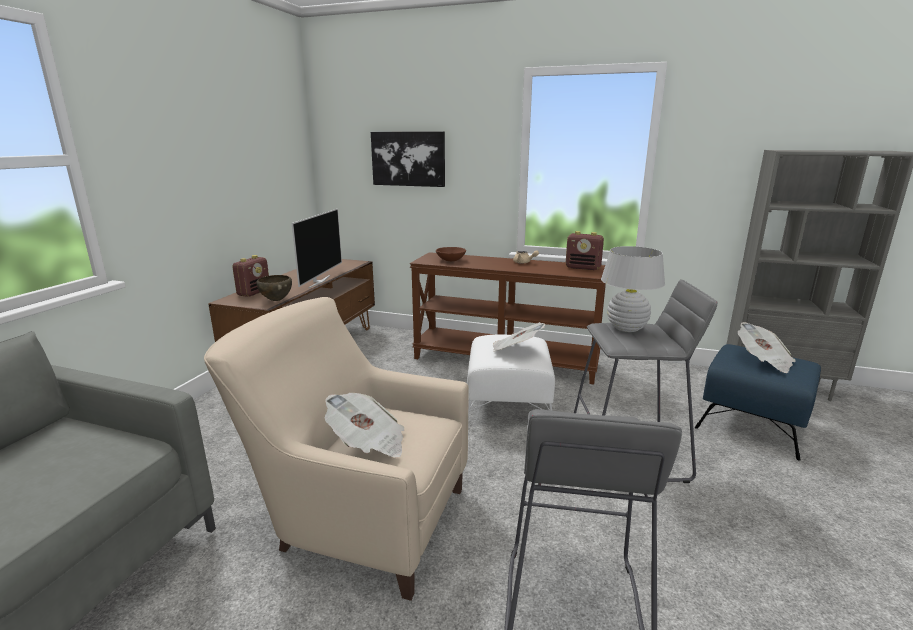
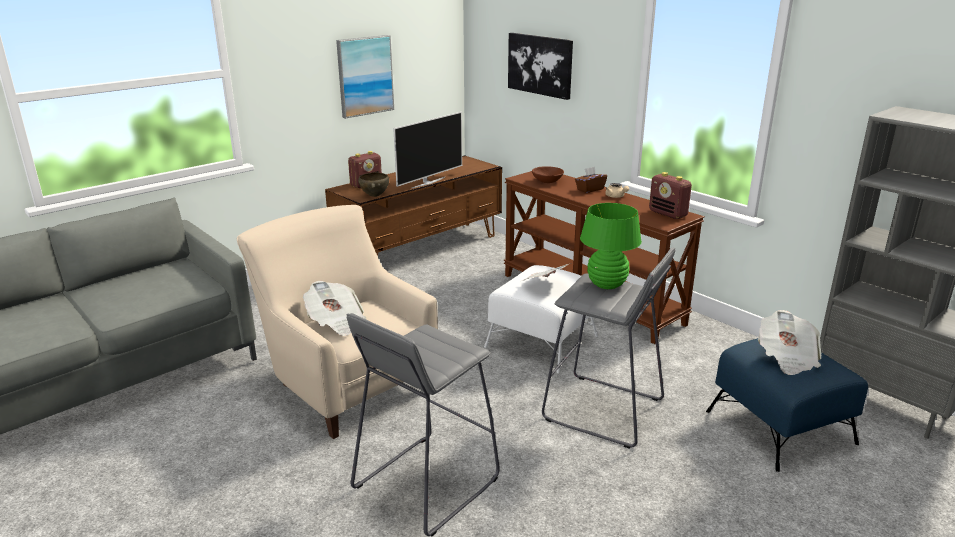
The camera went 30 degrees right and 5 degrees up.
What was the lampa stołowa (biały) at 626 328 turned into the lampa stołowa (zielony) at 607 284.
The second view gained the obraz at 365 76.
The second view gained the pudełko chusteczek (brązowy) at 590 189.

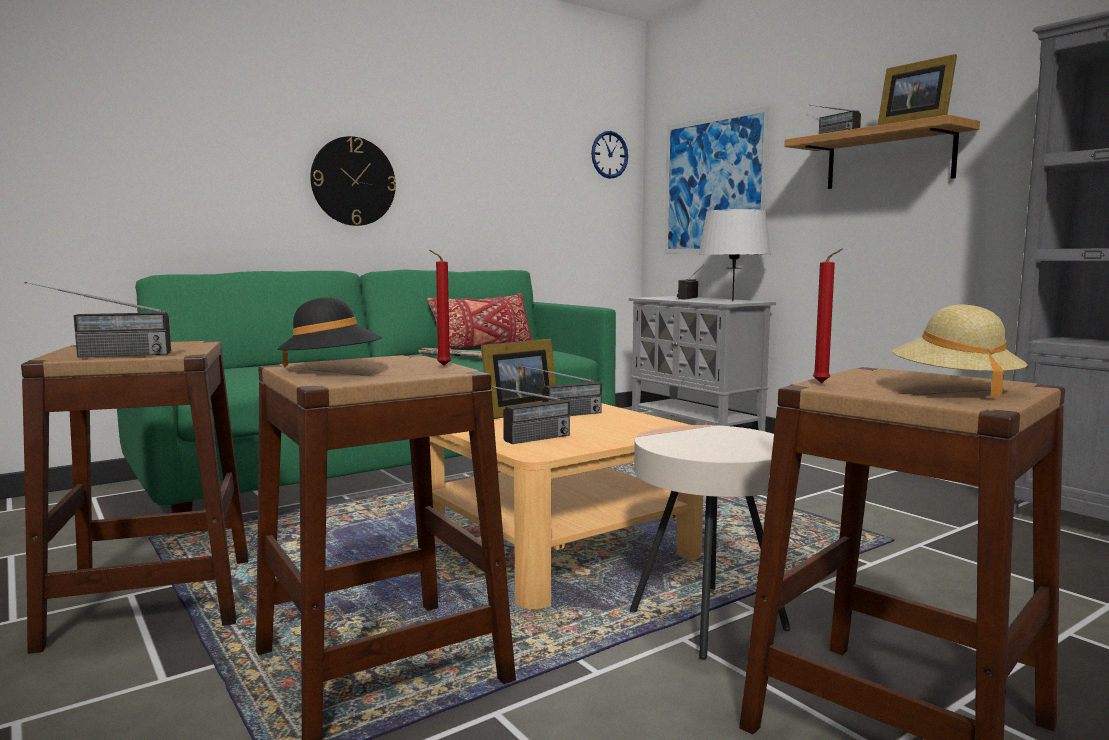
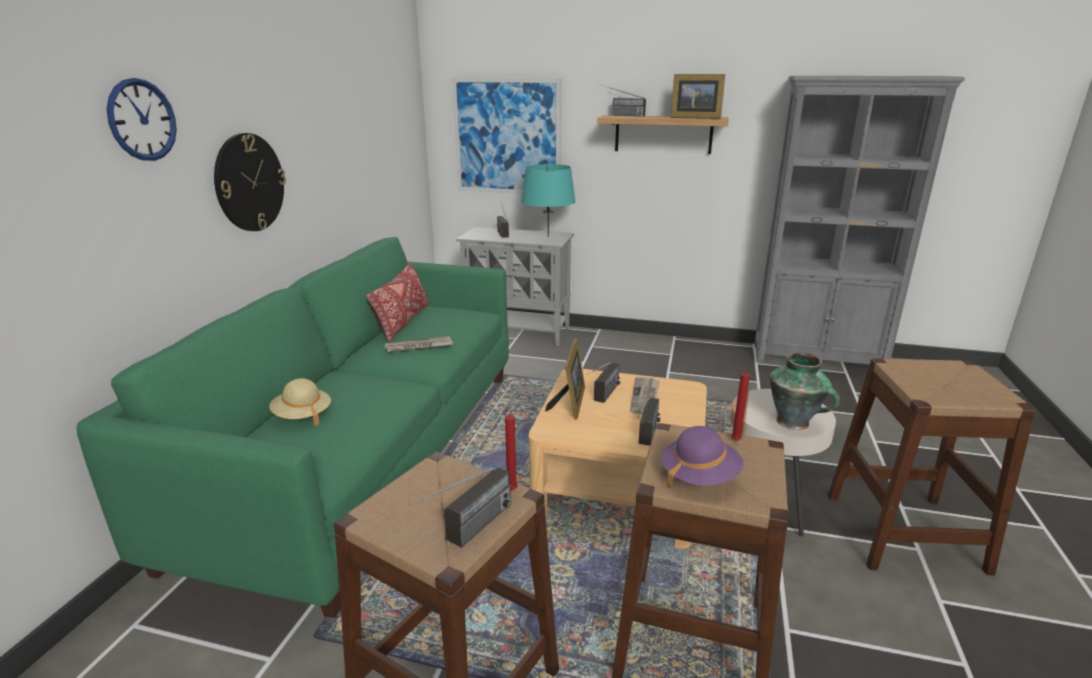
The camera went 40 degrees left and 15 degrees up.
The zegar ścienny ended up elsewhere, having gone from 609 154 to 142 120.
What was the lampa stołowa (szary) at 732 301 turned into the lampa stołowa (turkusowy) at 548 236.
The świeca (czerwony) ended up elsewhere, having gone from 824 383 to 513 489.
What was the kapelusz (czarny) at 332 368 turned into the kapelusz (fioletowy) at 699 476.
The kapelusz (beżowy) ended up elsewhere, having gone from 954 387 to 302 415.
The second view gained the wazon at 794 423.
The second view gained the gazeta at 645 397.

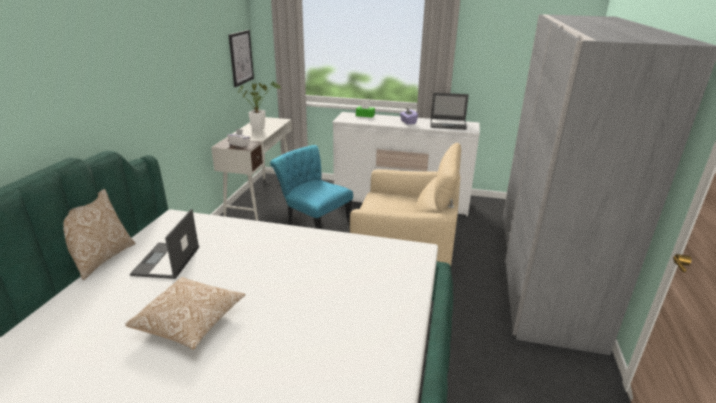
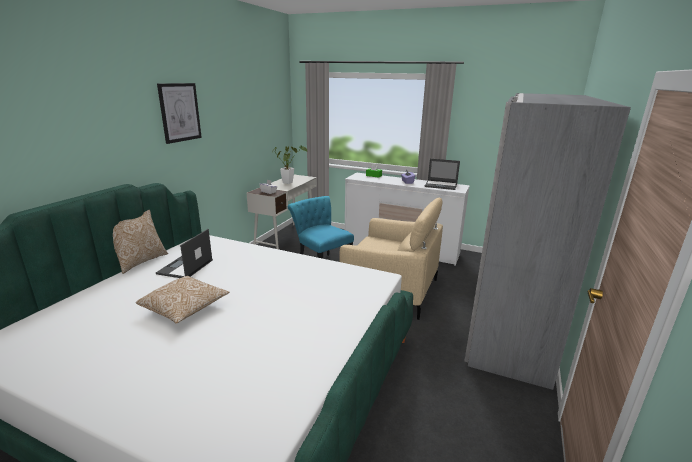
The camera went 10 degrees right and 5 degrees down.
The obraz ended up elsewhere, having gone from 241 58 to 180 112.

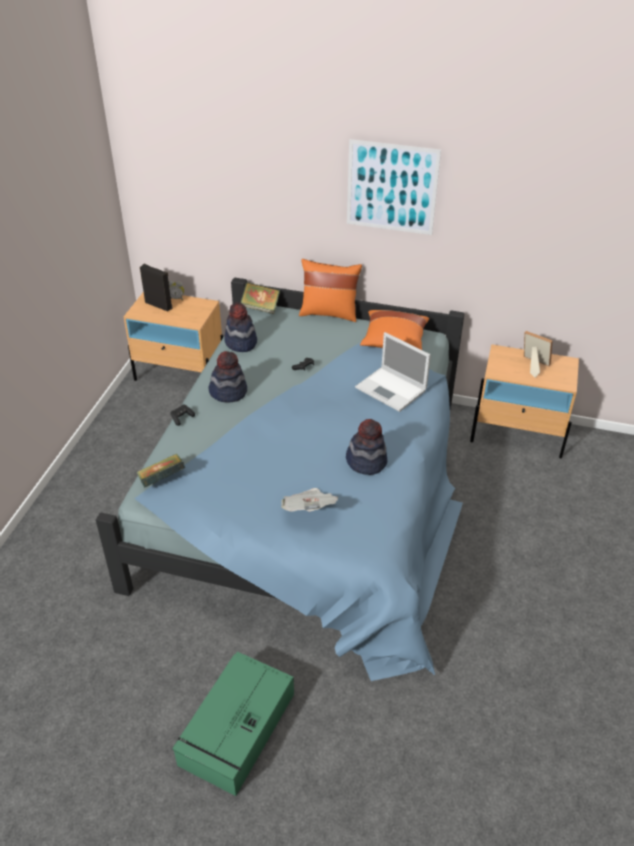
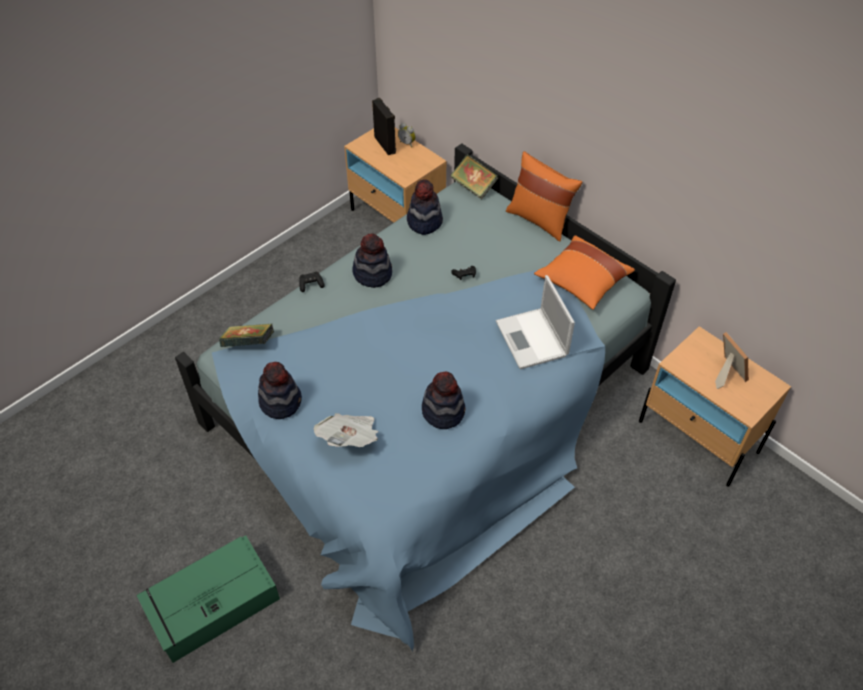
The camera went 30 degrees right and 10 degrees up.
The second view lost the obraz at 391 188.
The second view gained the kapelusz at 281 401.

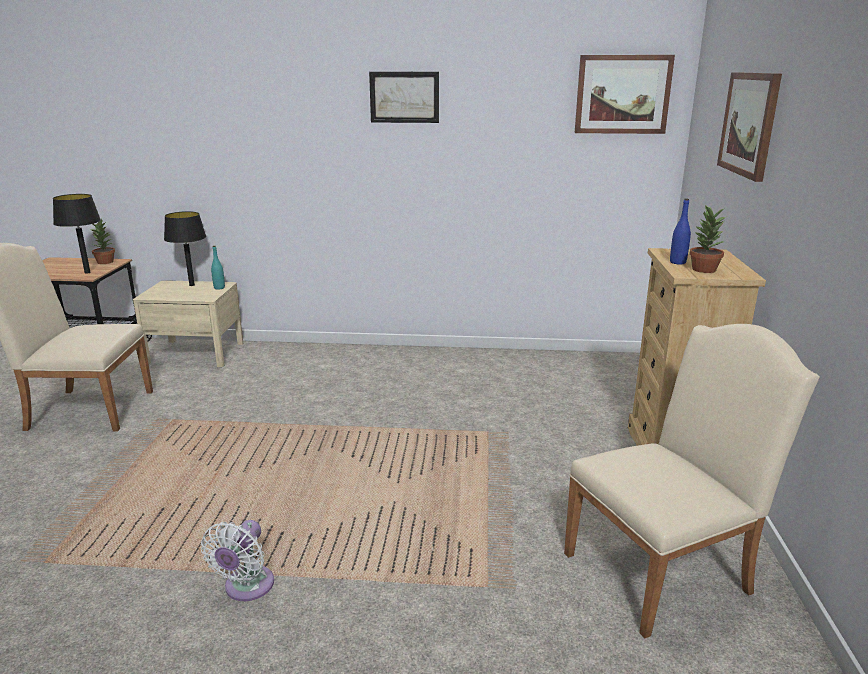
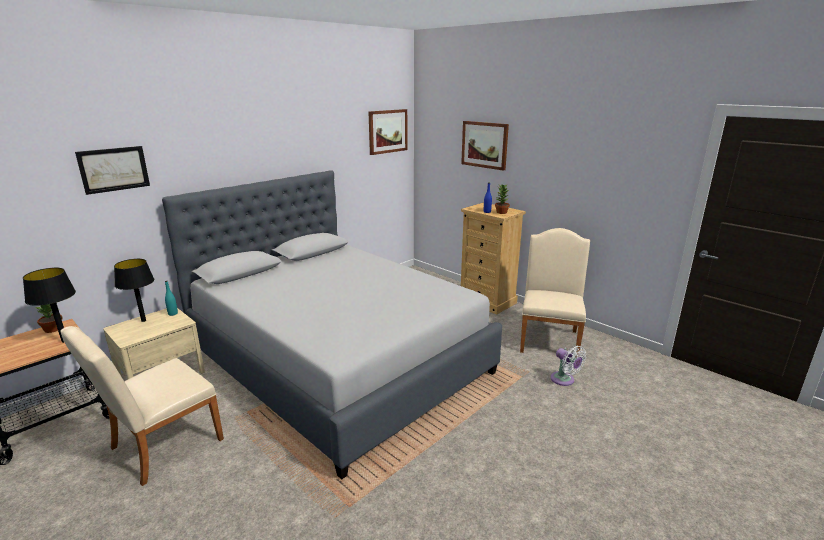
The camera went 50 degrees left and 0 degrees up.
The obraz ended up elsewhere, having gone from 404 97 to 114 169.
The wentylator (biały) ended up elsewhere, having gone from 246 588 to 564 380.
The second view gained the łóżko (szary) at 338 360.

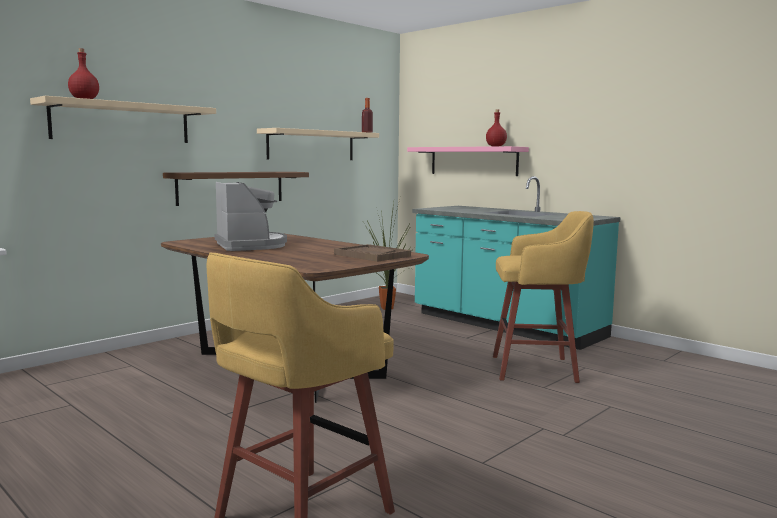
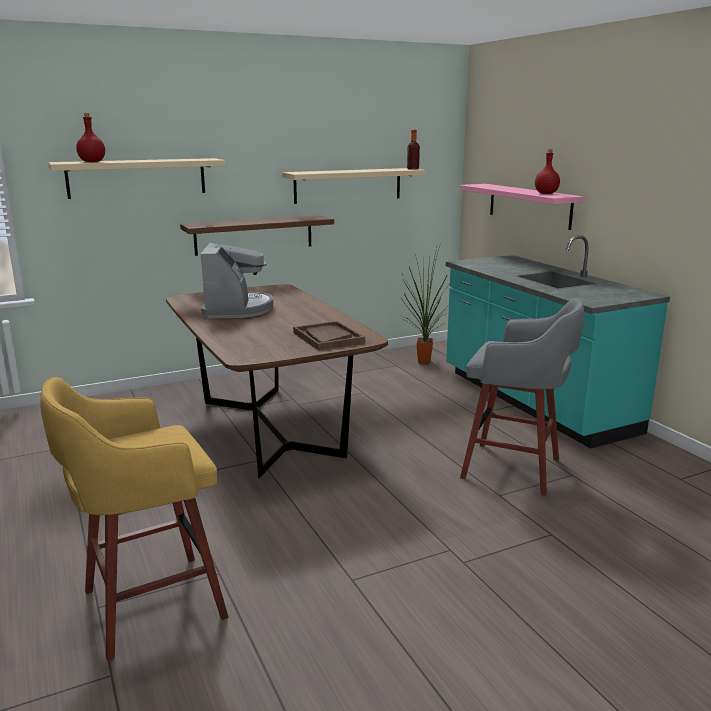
The camera went 20 degrees right and 10 degrees up.
What was the stołek (żółty) at 537 369 turned into the stołek (szary) at 514 469.

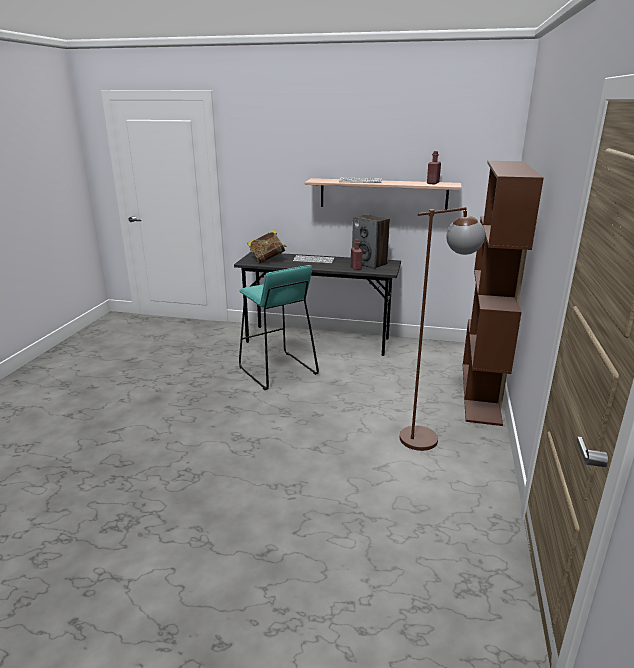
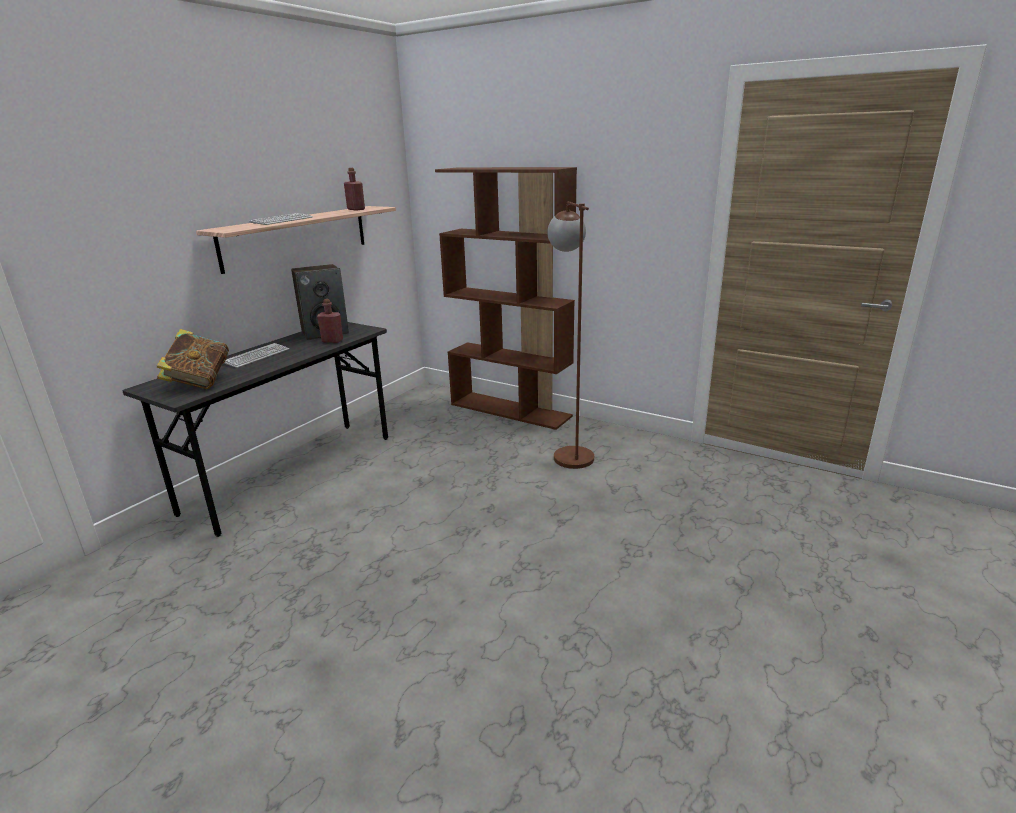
The camera went 70 degrees left and 0 degrees up.
The second view lost the stołek (turkusowy) at 277 371.

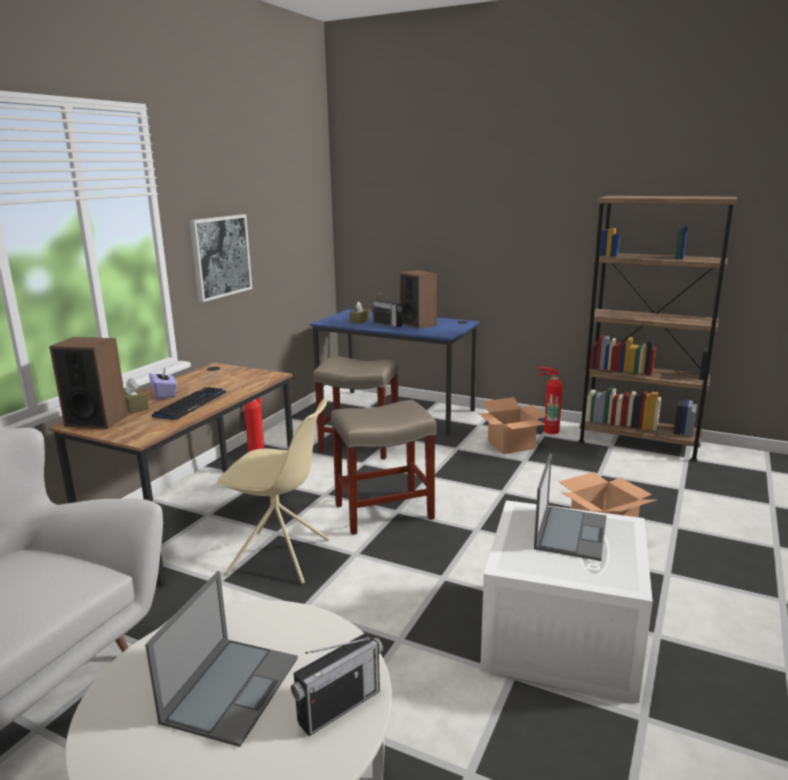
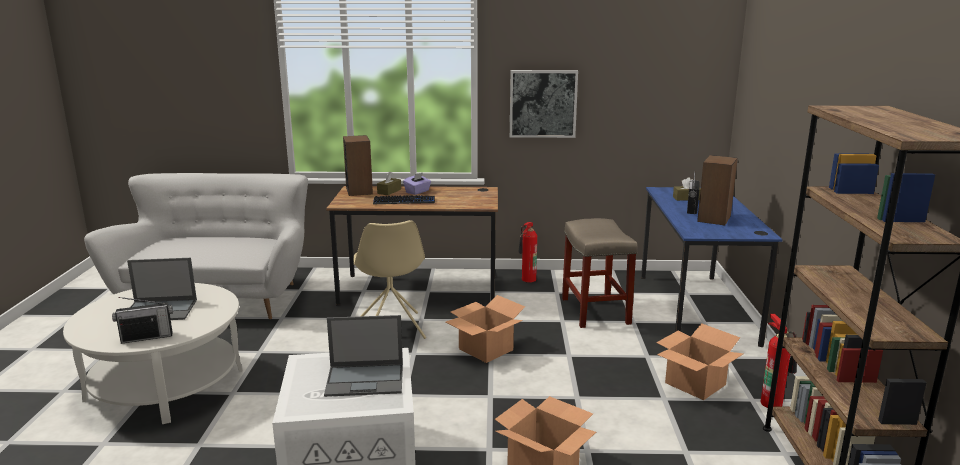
The camera went 65 degrees right and 0 degrees up.
Where the stołek (beżowy) stood at 385 511, the karton came to stand at 486 349.
The radio at 339 706 ended up facing another way, 45 degrees counterclockwise from before.

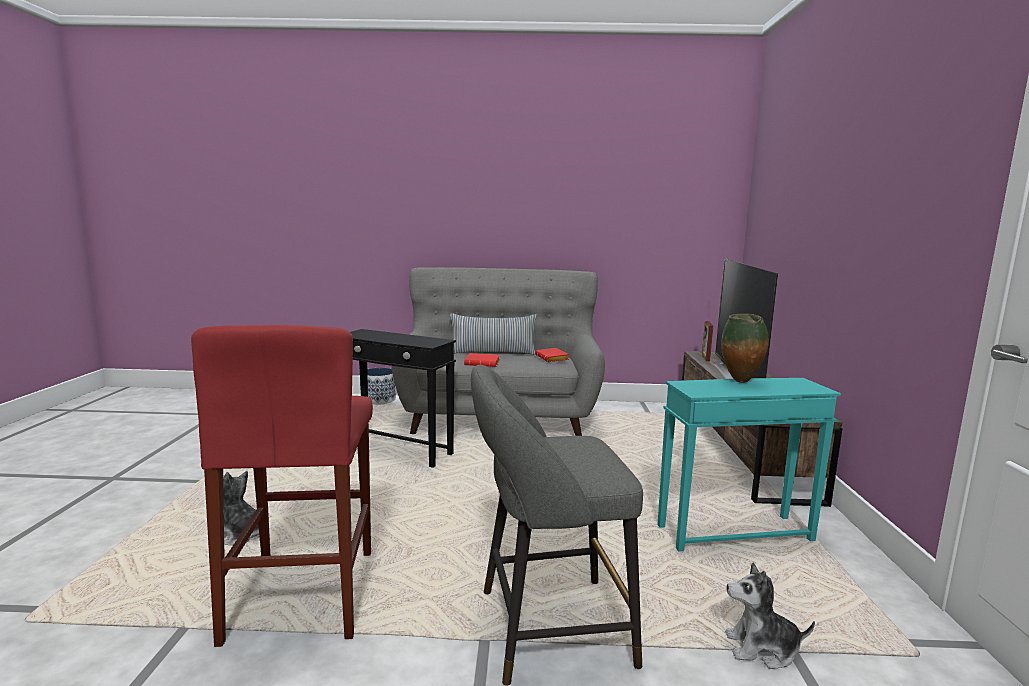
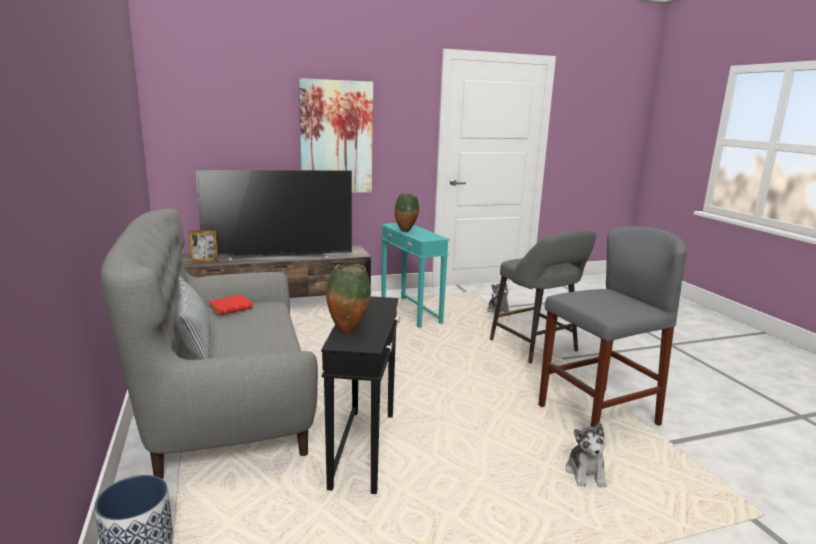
The camera went 110 degrees left and 5 degrees up.
What was the stołek (czerwony) at 303 593 turned into the stołek (szary) at 597 415.
The second view lost the książka (czerwony) at 483 363.
The second view gained the obraz at 336 138.
The second view gained the wazon at 348 331.

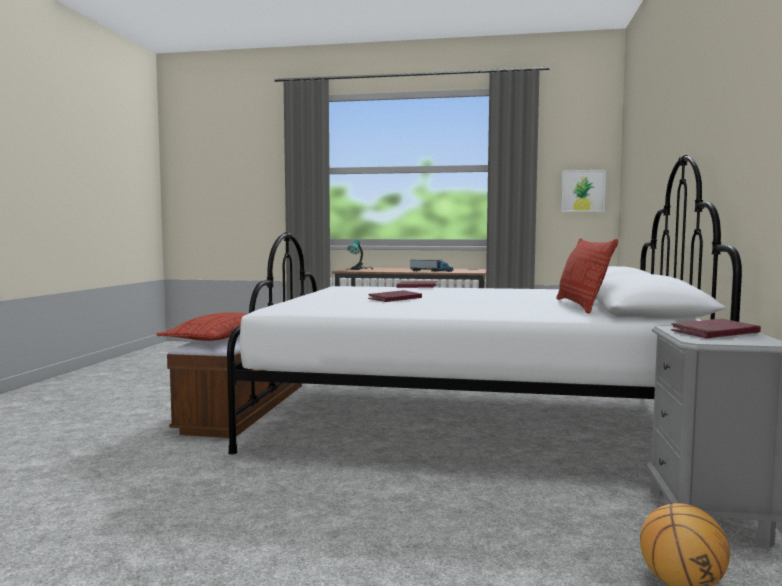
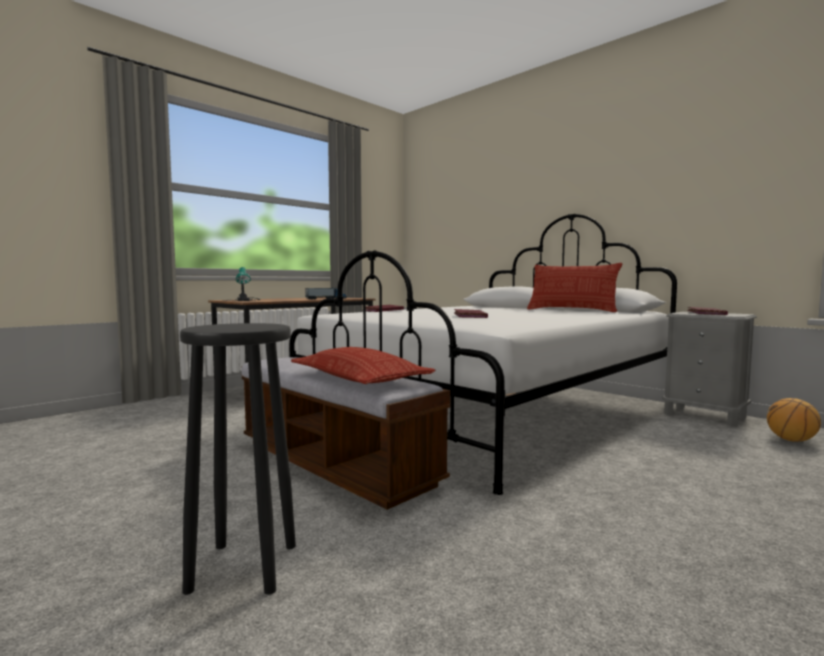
The camera went 55 degrees left and 0 degrees up.
The second view lost the obraz at 583 191.
The second view gained the stołek (czarny) at 244 566.

